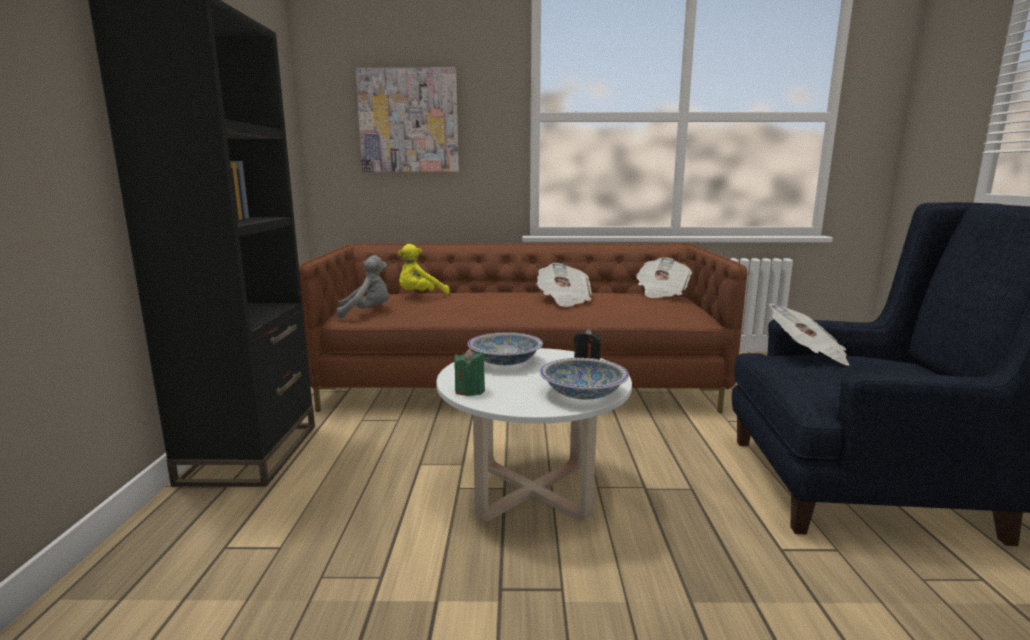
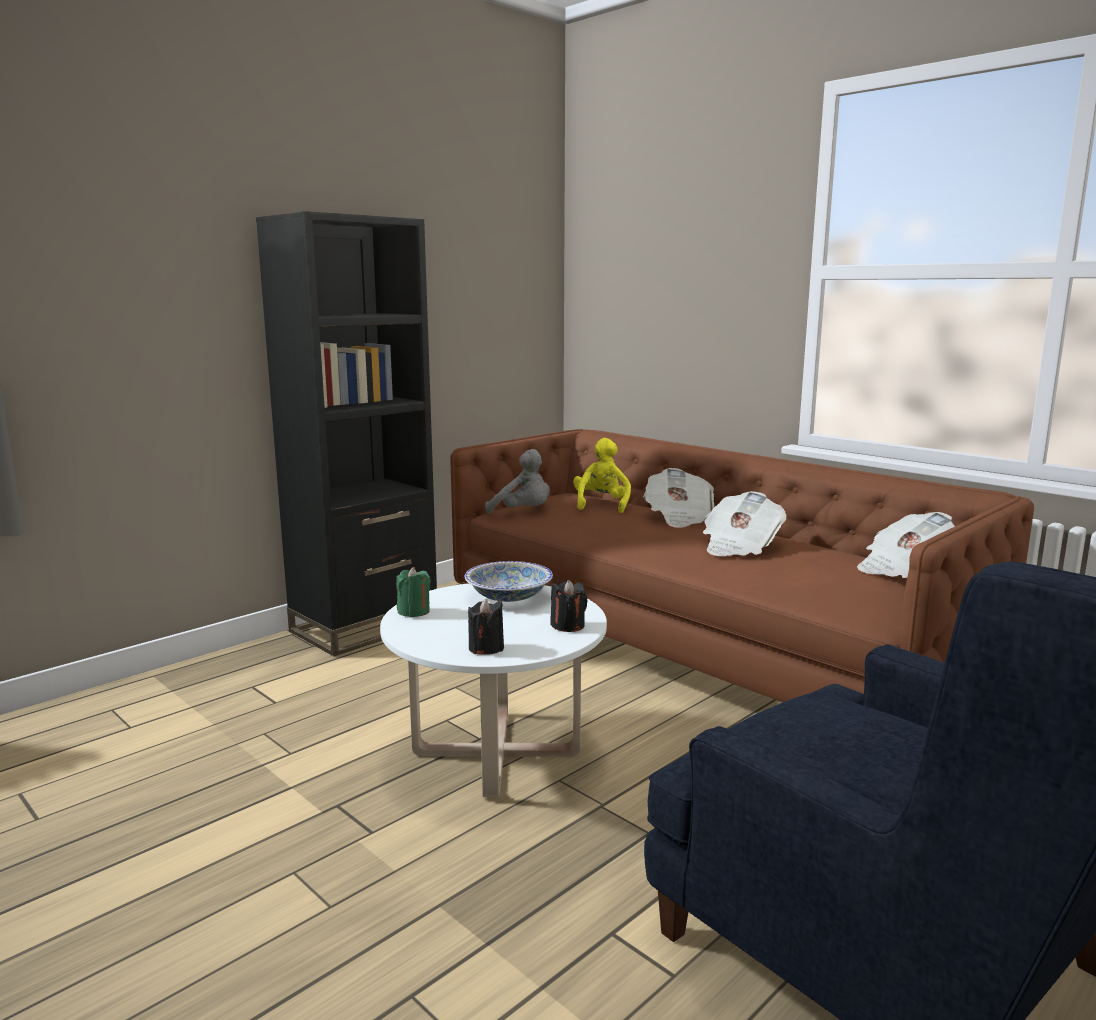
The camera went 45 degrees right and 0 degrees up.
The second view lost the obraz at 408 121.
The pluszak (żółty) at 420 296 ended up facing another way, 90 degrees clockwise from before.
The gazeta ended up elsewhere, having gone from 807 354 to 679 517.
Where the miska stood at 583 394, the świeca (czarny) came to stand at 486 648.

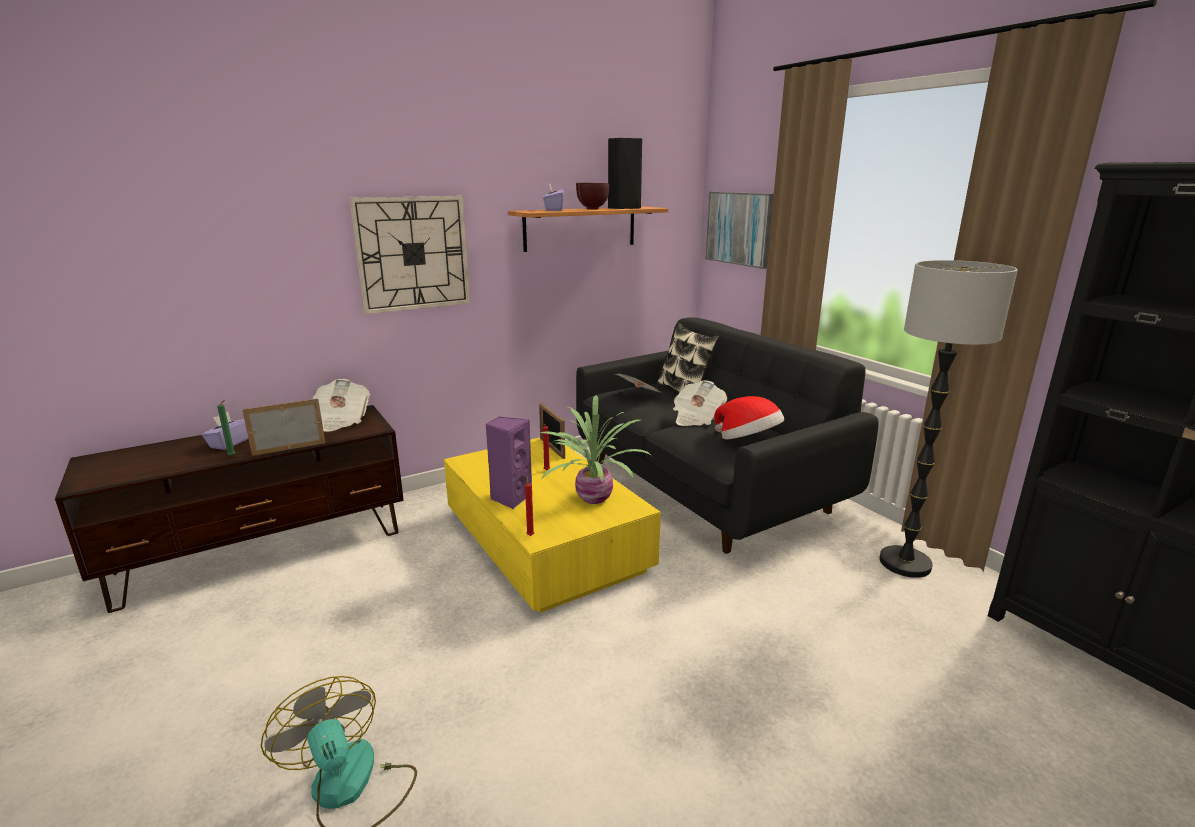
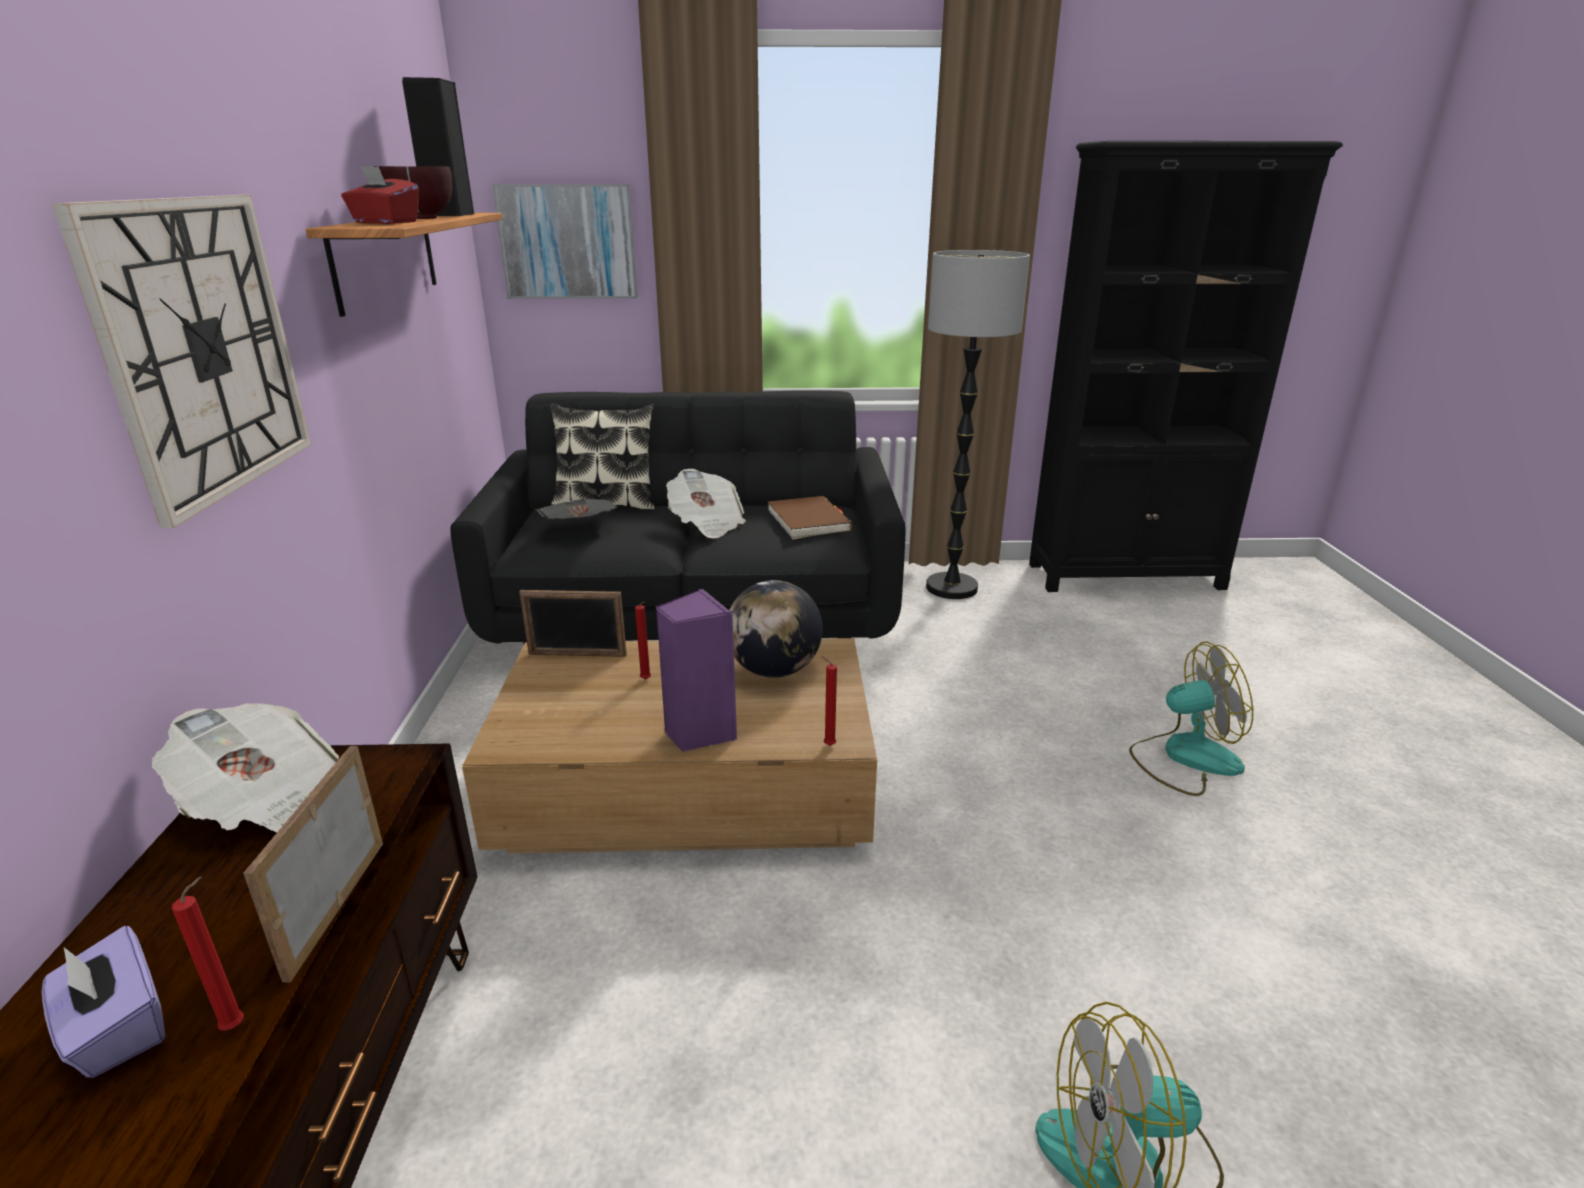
The camera went 60 degrees left and 5 degrees up.
What was the pudełko chusteczek (fioletowy) at 553 210 turned into the pudełko chusteczek (czerwony) at 385 222.
Where the roślina doniczkowa stood at 592 499, the globus came to stand at 774 670.
Where the kapelusz stood at 748 441, the książka (brązowy) came to stand at 808 521.
What was the świeca (zielony) at 232 456 turned into the świeca (czerwony) at 238 1025.
What was the ława (żółty) at 545 542 turned into the ława (brązowy) at 689 787.
The second view gained the wentylator at 1184 758.

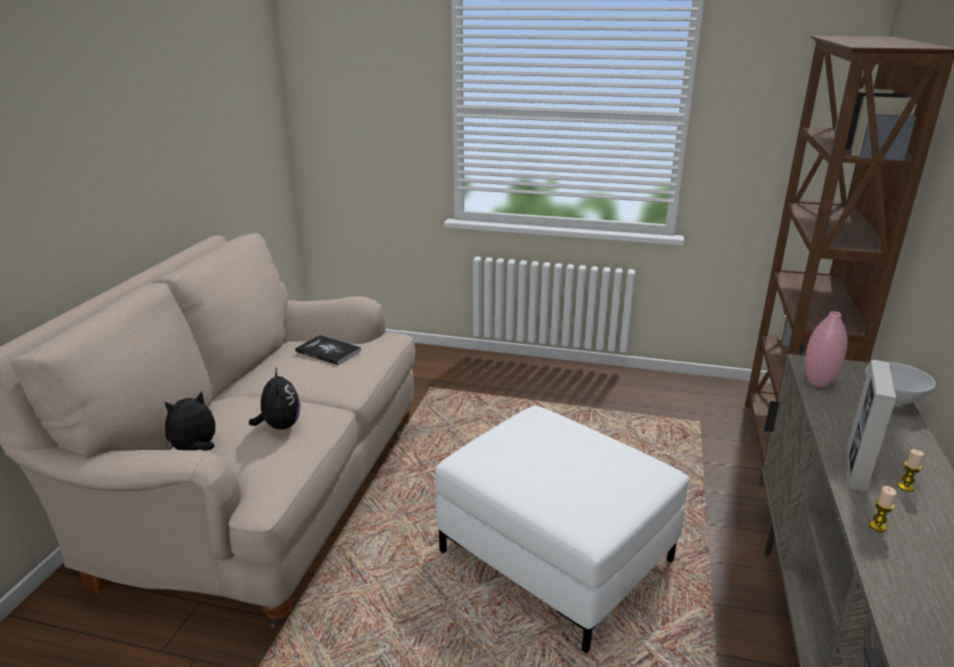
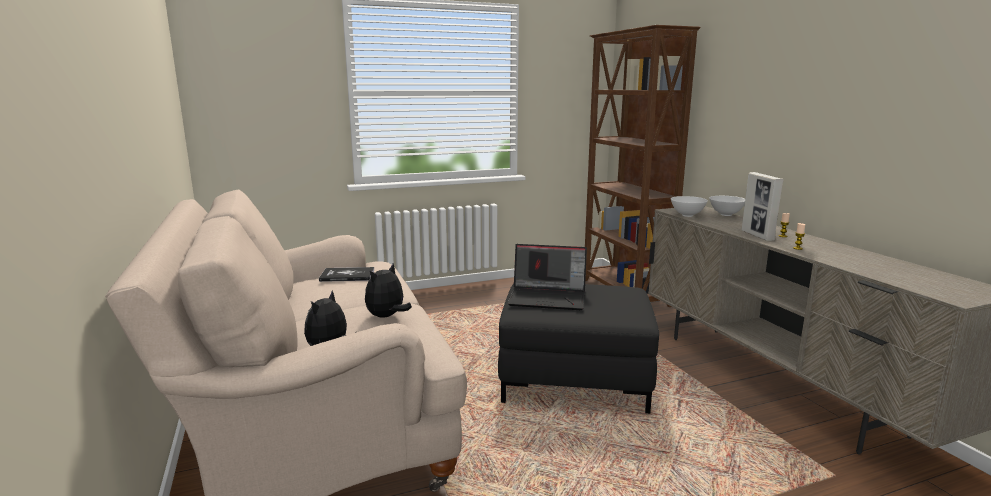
The camera went 35 degrees left and 10 degrees down.
Where the wazon (różowy) stood at 818 383, the miska (biały) came to stand at 687 215.
The pluszak at 280 426 ended up facing another way, 90 degrees counterclockwise from before.
What was the pufa (biały) at 557 557 turned into the pufa (czarny) at 575 378.
The second view gained the laptop at 548 298.

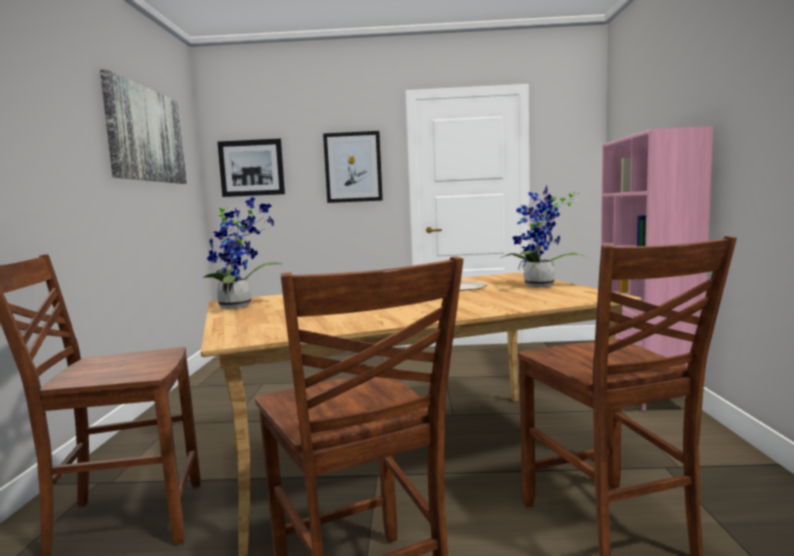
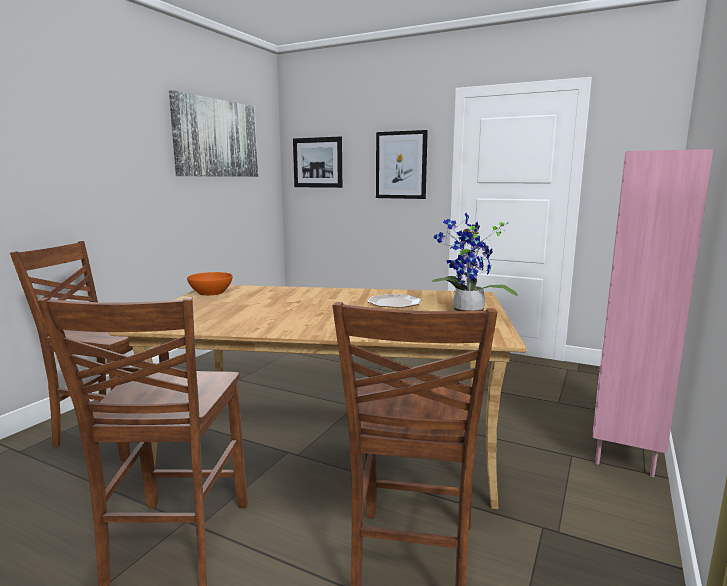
The camera went 25 degrees right and 5 degrees up.
Where the roślina doniczkowa stood at 240 305, the miska (pomarańczowy) came to stand at 211 293.

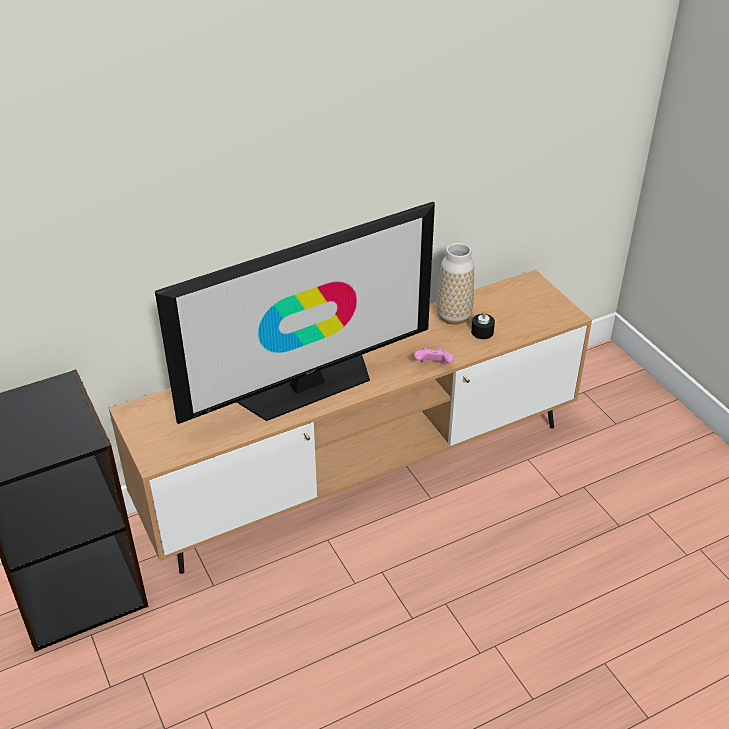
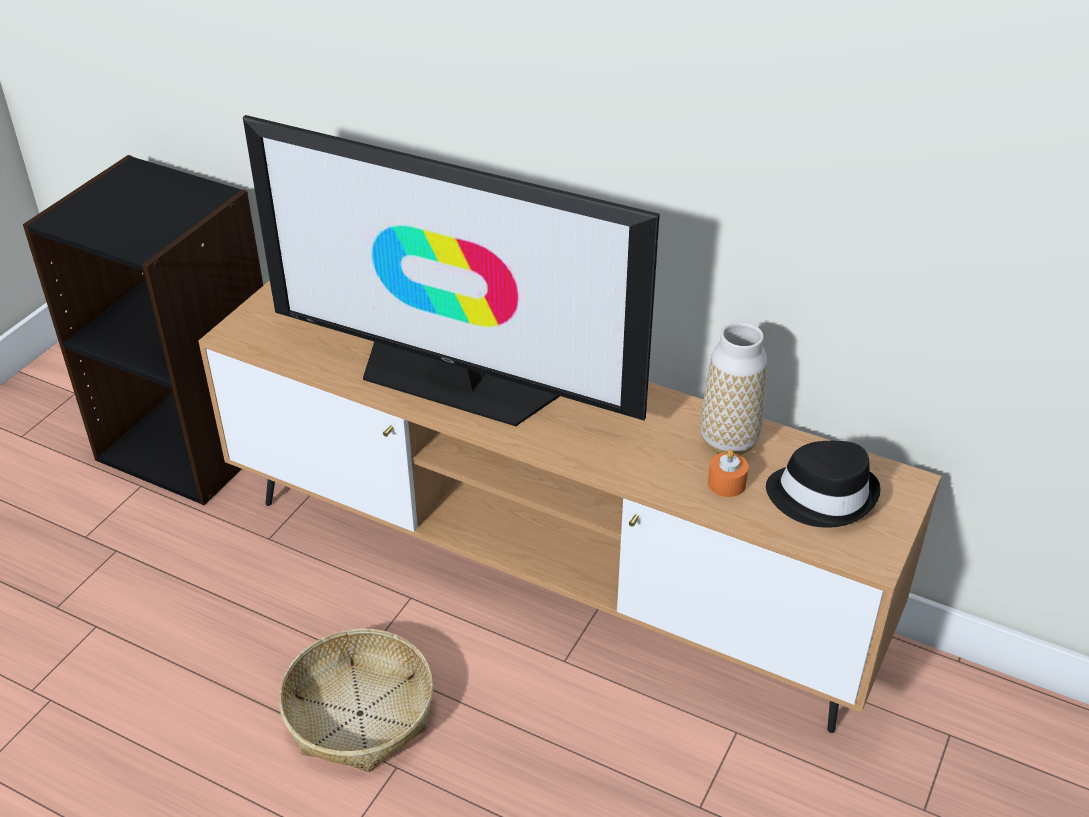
The camera went 55 degrees right and 0 degrees up.
What was the świeca (czarny) at 482 332 turned into the świeca (pomarańczowy) at 726 483.
The second view lost the pad do gier (różowy) at 433 366.
The second view gained the kapelusz (czarny) at 822 495.
The second view gained the koszyk at 360 713.

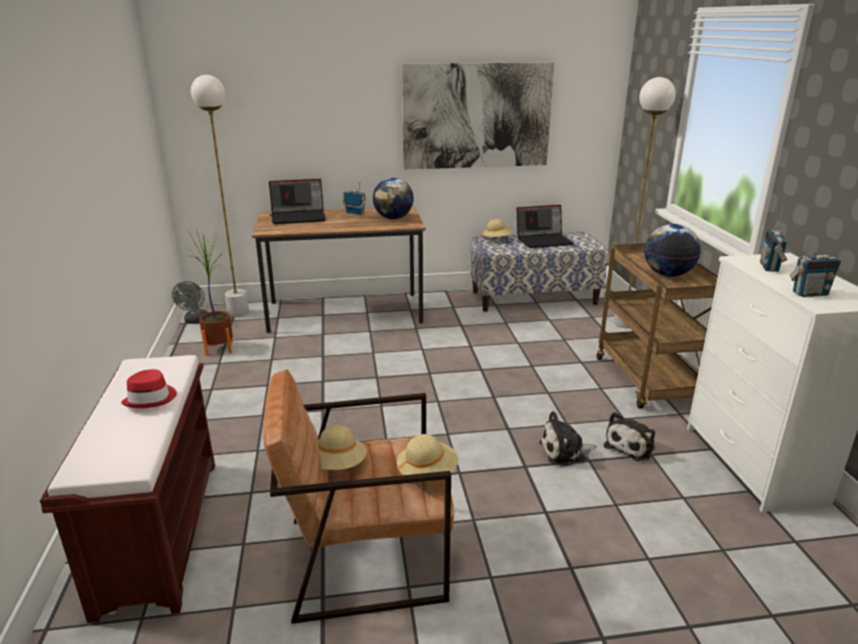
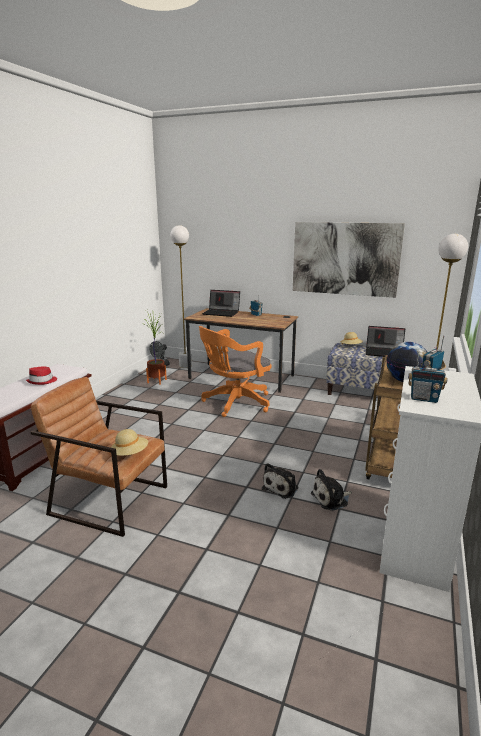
The camera went 30 degrees right and 5 degrees down.
The second view lost the globus at 393 218.
The pluszak at 565 452 ended up facing another way, 75 degrees counterclockwise from before.
The second view lost the kapelusz (beżowy) at 337 465.
The second view gained the krzesło biurowe (pomarańczowy) at 234 403.

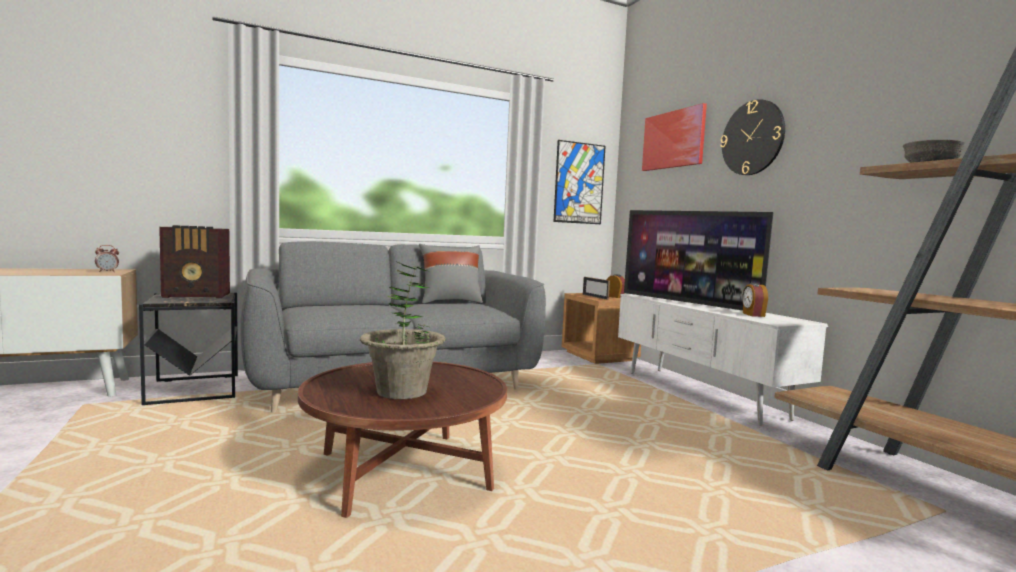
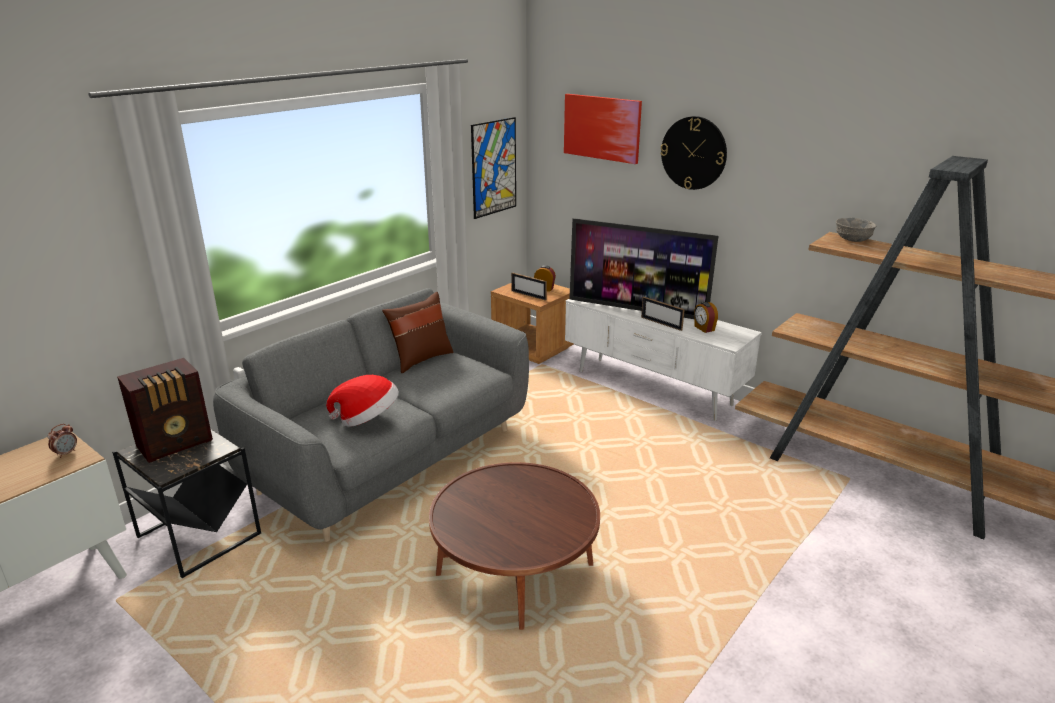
The camera went 25 degrees left and 20 degrees up.
What was the poduszka (szary) at 450 301 turned into the poduszka (brązowy) at 420 359.
The second view lost the roślina doniczkowa at 402 392.
The second view gained the ramka na zdjęcie at 661 323.
The second view gained the kapelusz at 367 419.

